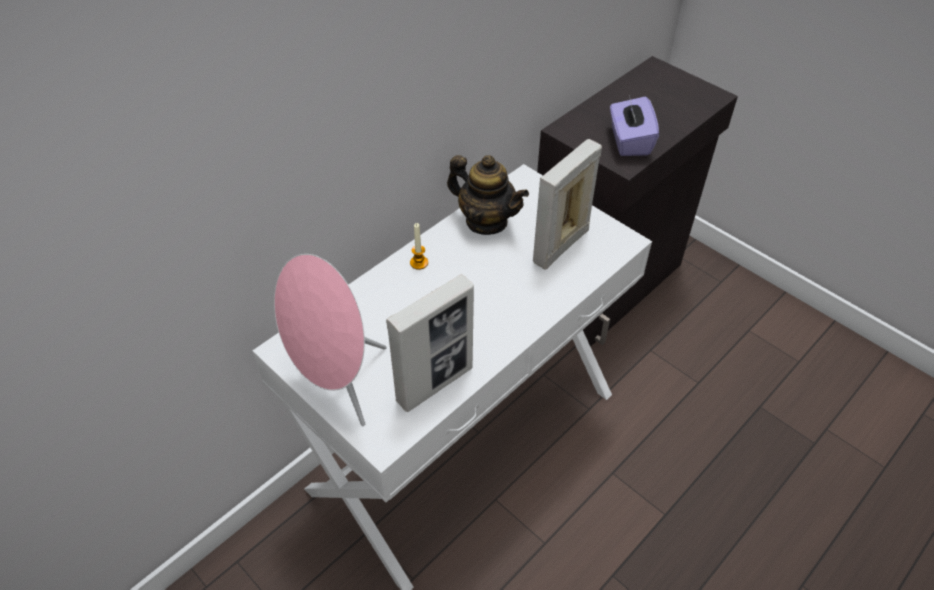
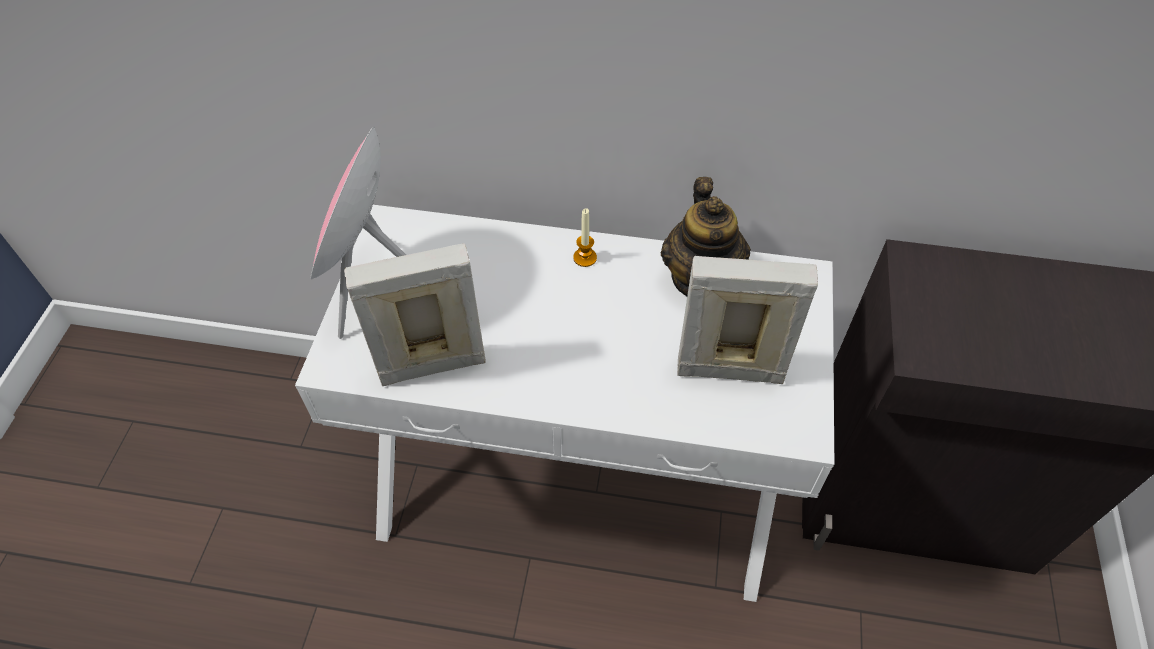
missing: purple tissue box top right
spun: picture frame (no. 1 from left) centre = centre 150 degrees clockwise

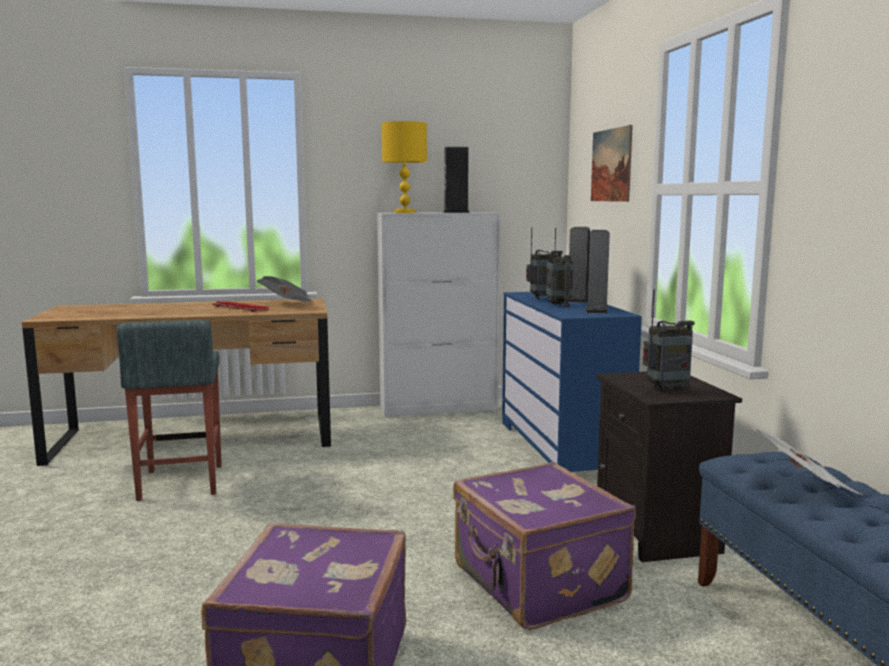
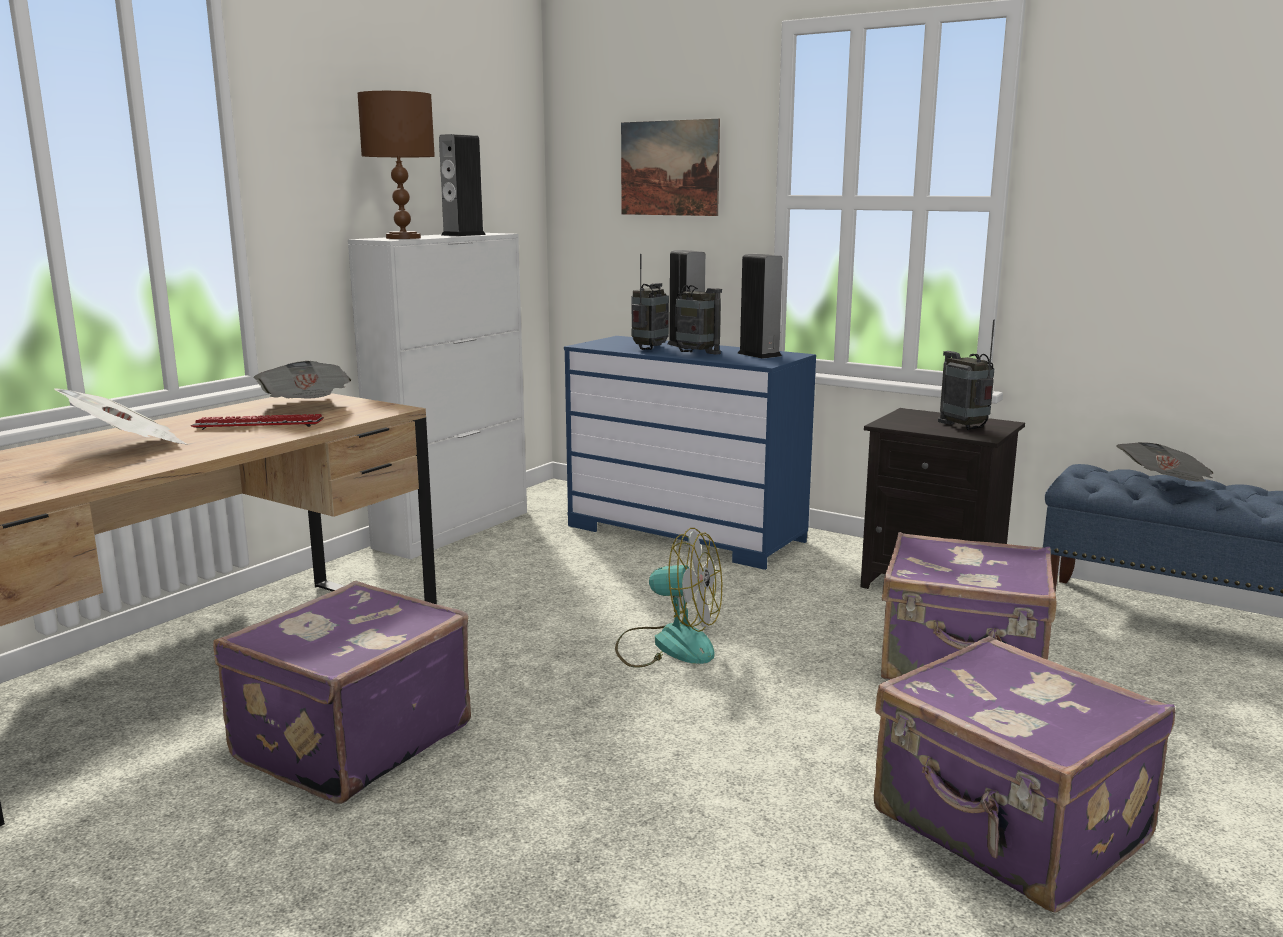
appeared: newspaper (no. 1 from left) middle left; fan centre
exchanged: grey stool middle left to purple suitcase (no. 1 from left) bottom left
colour: yellow table lamp top centre to brown table lamp top left
spun: radio (no. 3 from left) middle right = middle right 60 degrees counterclockwise

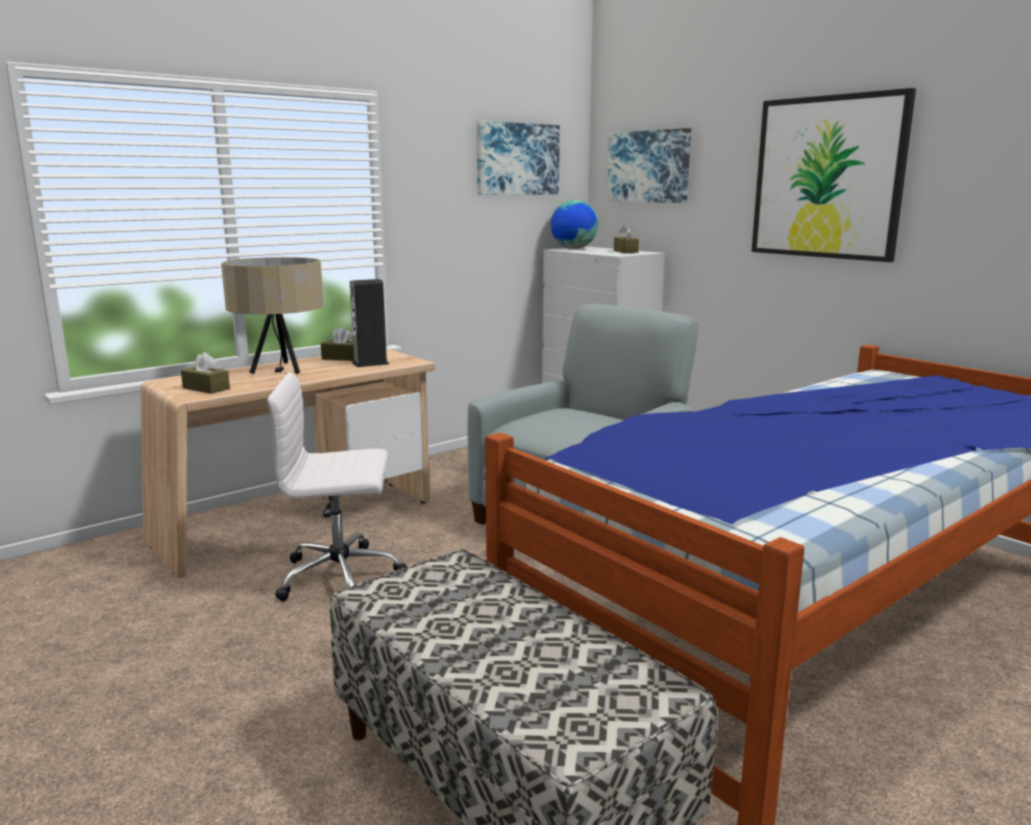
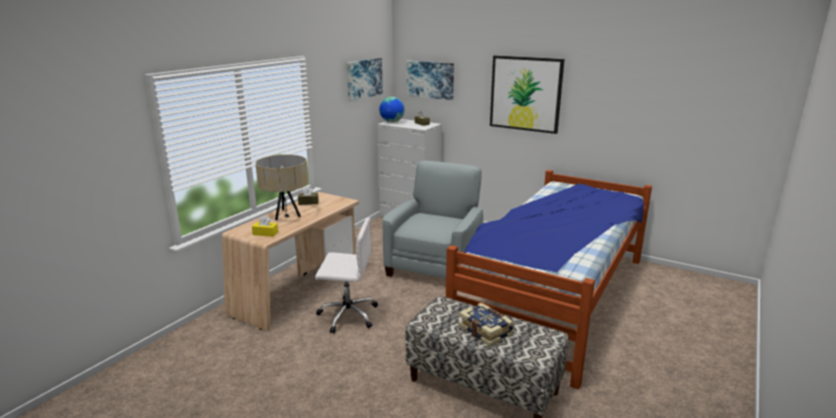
missing: speaker centre
appeared: book bottom centre
colour: brown tissue box (no. 1 from left) middle left to yellow tissue box middle left
spun: white office chair middle left = centre 150 degrees counterclockwise

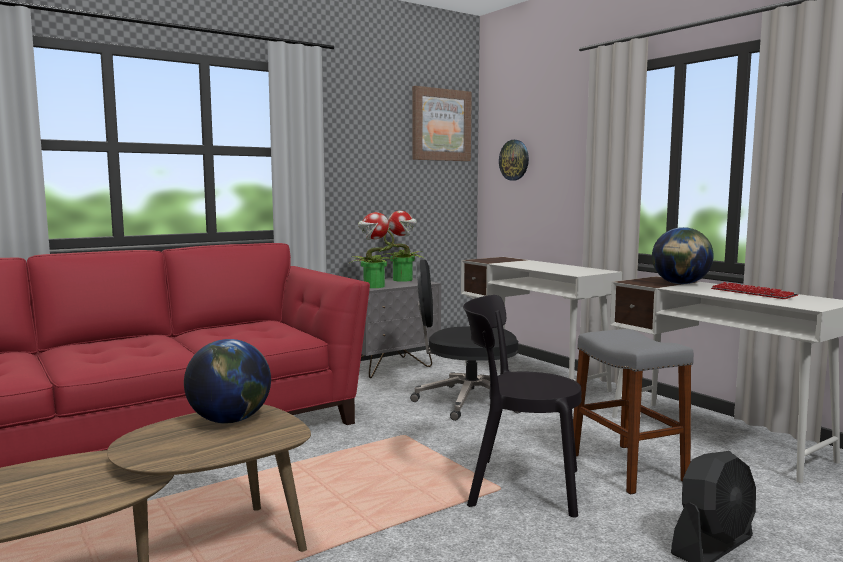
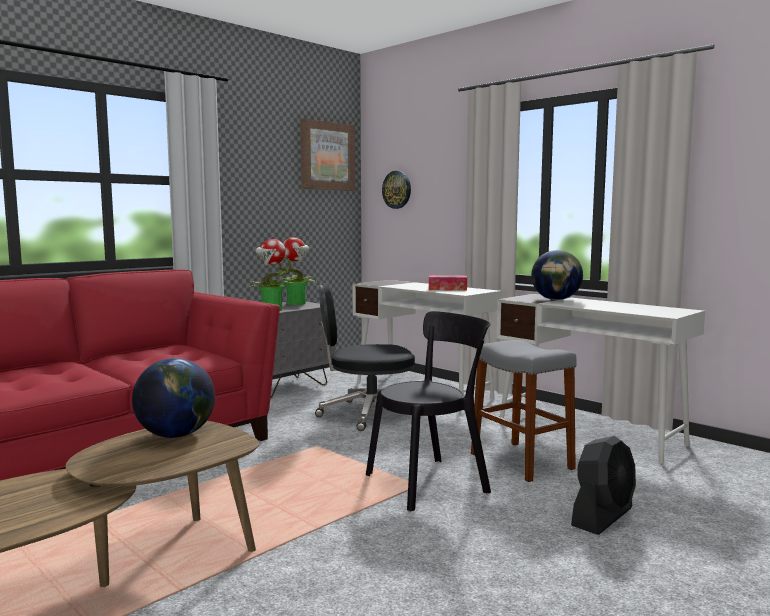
missing: keyboard middle right
appeared: tissue box centre
spun: black chair bottom centre = bottom centre 150 degrees clockwise

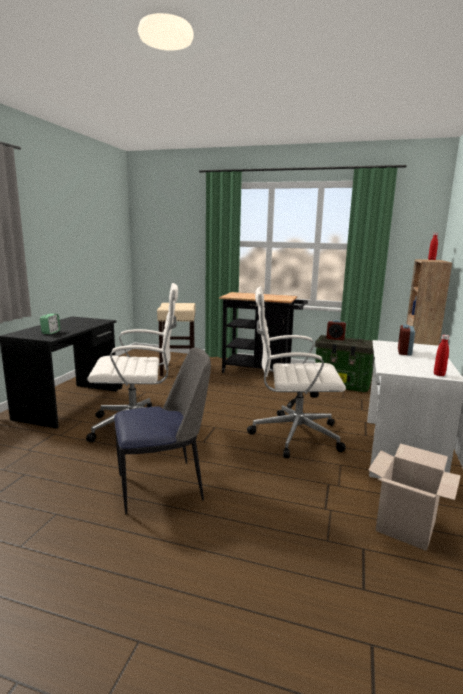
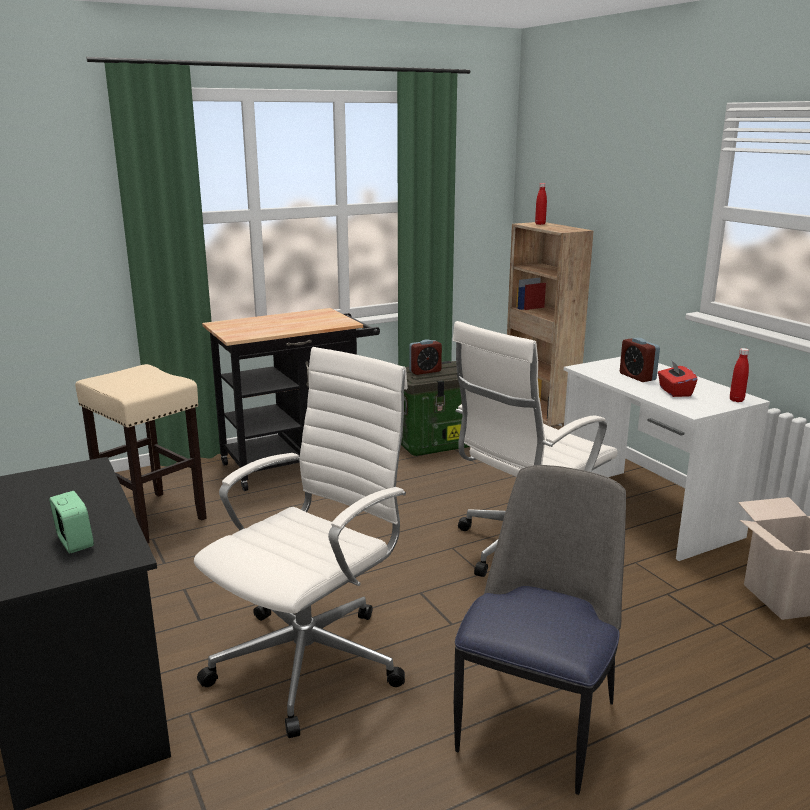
appeared: red tissue box middle right

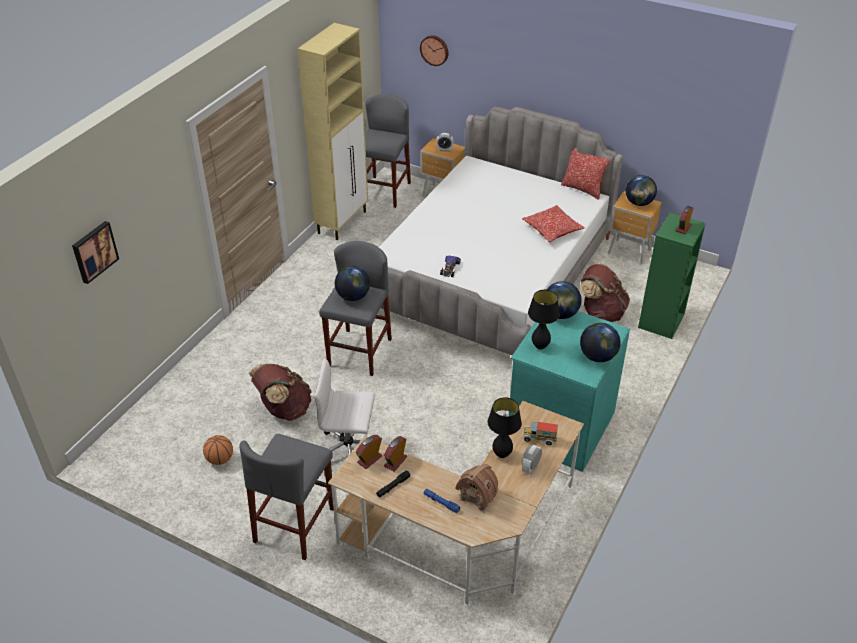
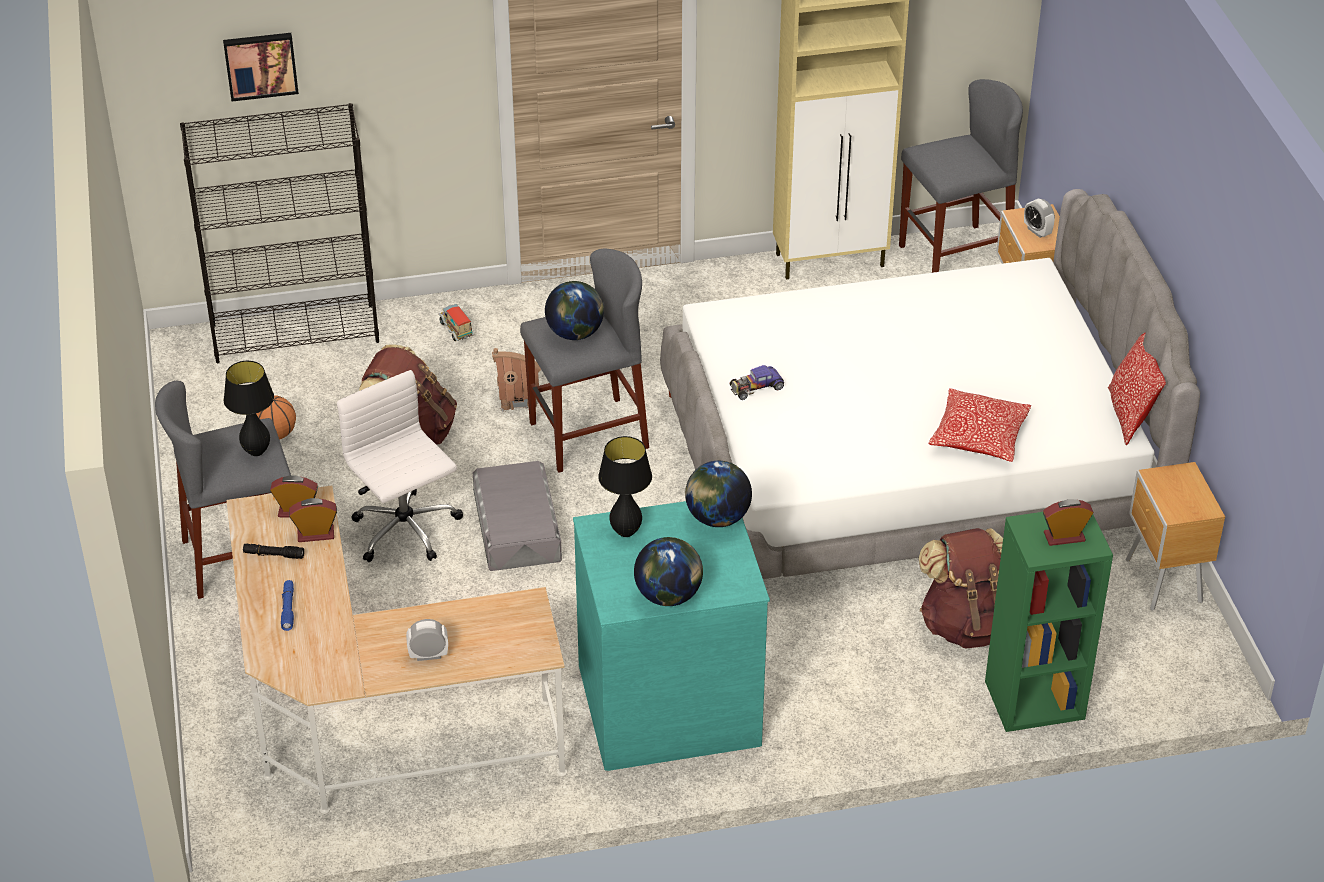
missing: wall clock top centre; globe (no. 4 from left) top right
appeared: black bookcase top left; grey storage box centre
relocated: black table lamp (no. 1 from left) centre to middle left; toy truck bottom centre to centre; toy house bottom centre to centre

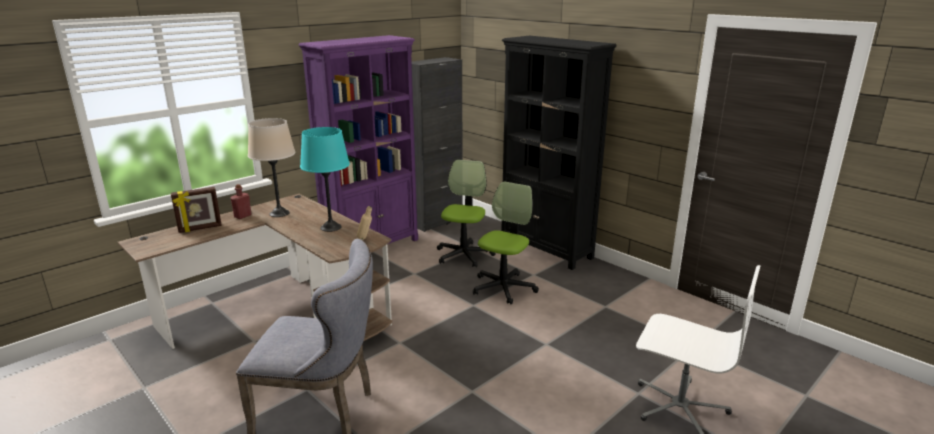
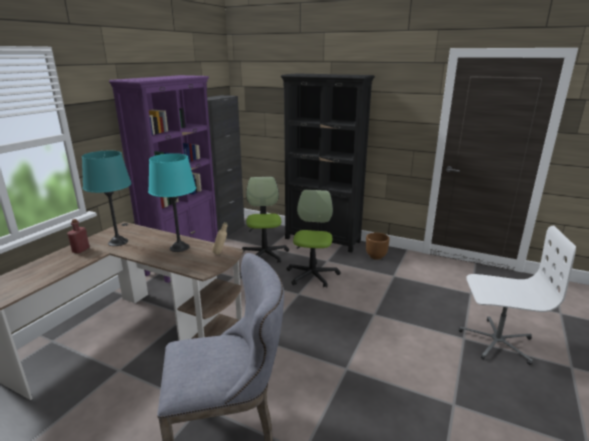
missing: picture frame middle left
appeared: brown planter centre
colour: beige table lamp middle left to turquoise table lamp (no. 1 from left) middle left

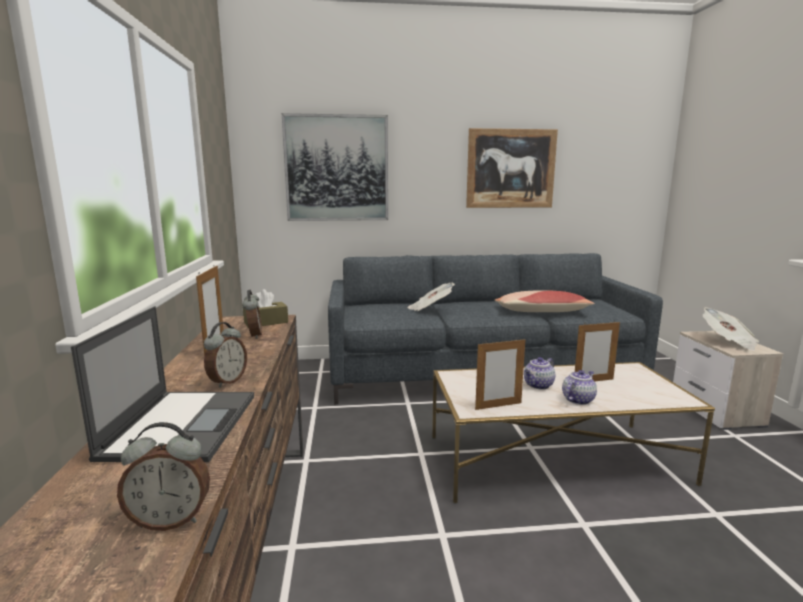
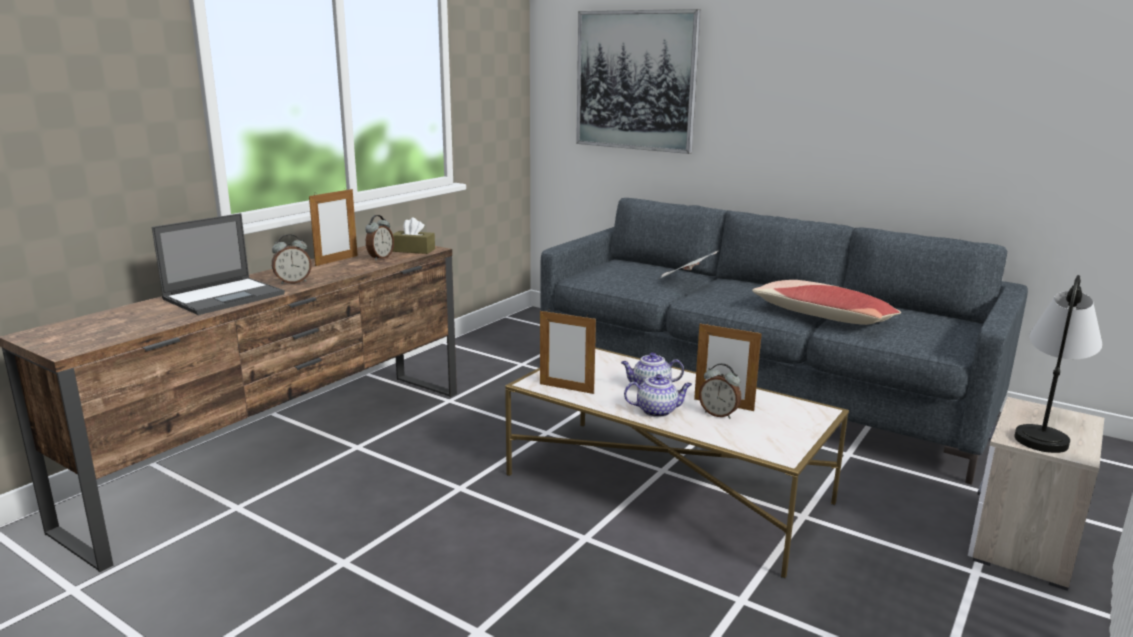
missing: picture (no. 2 from left) top centre
relocated: alarm clock (no. 1 from left in the first image) bottom left to alarm clock (no. 3 from left) centre
exchanged: newspaper (no. 2 from left) middle right to table lamp middle right

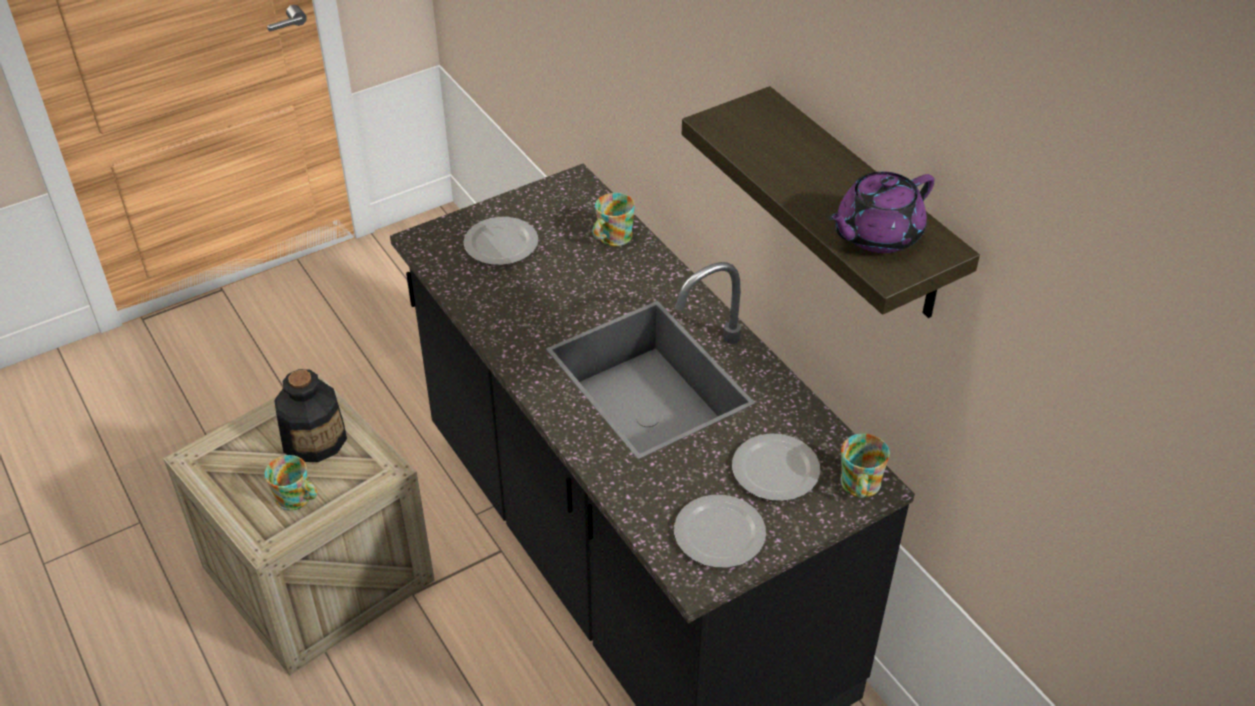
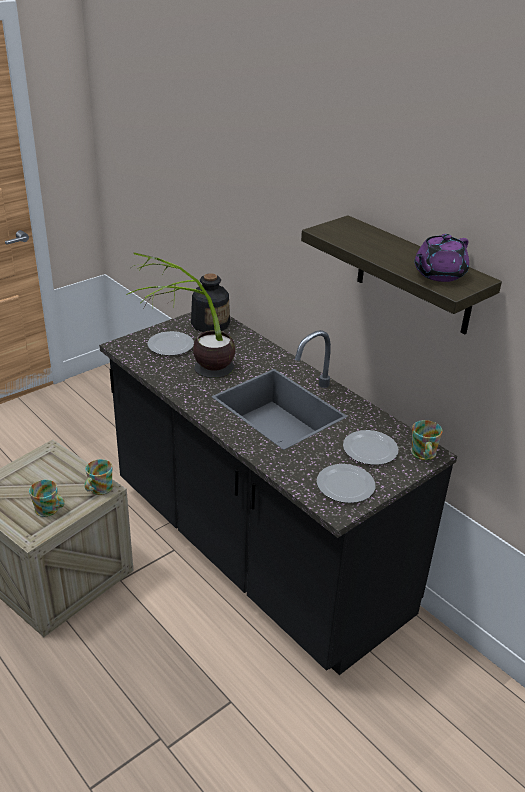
appeared: potted plant centre
relocated: mug (no. 2 from left) top centre to middle left; bottle middle left to centre

